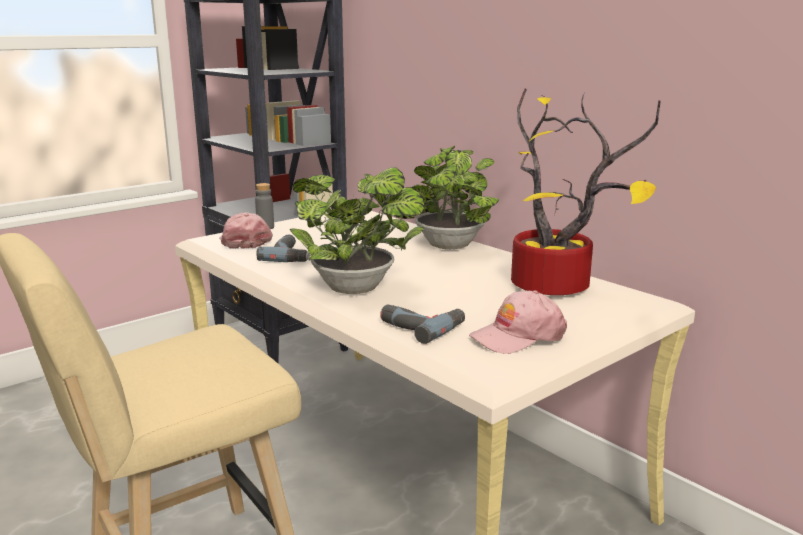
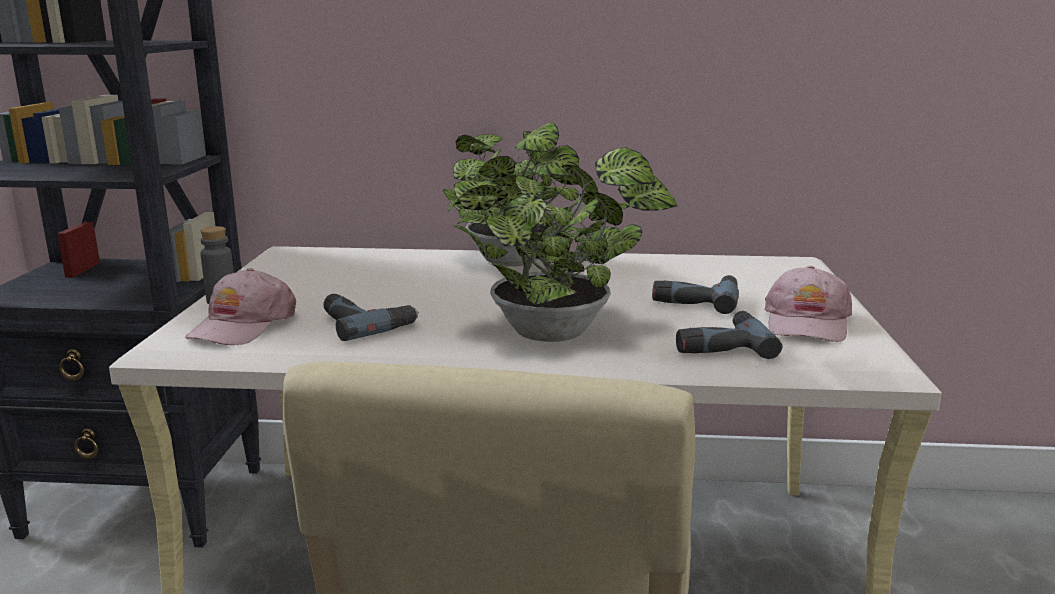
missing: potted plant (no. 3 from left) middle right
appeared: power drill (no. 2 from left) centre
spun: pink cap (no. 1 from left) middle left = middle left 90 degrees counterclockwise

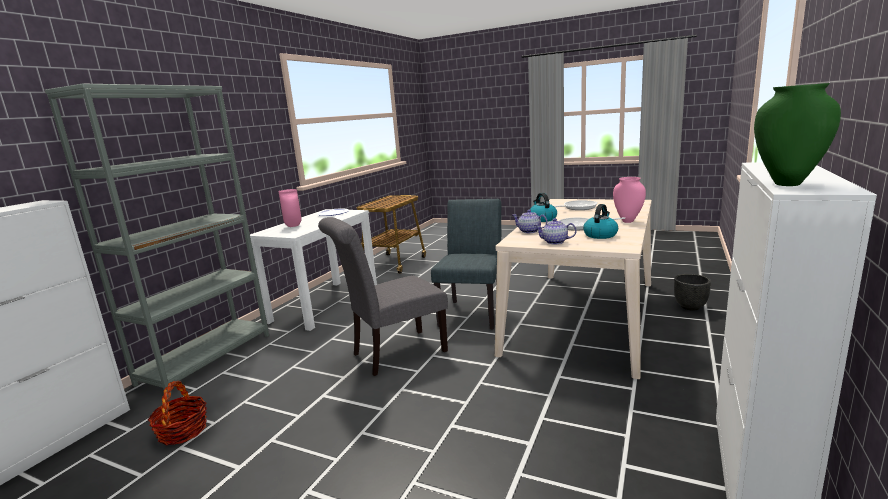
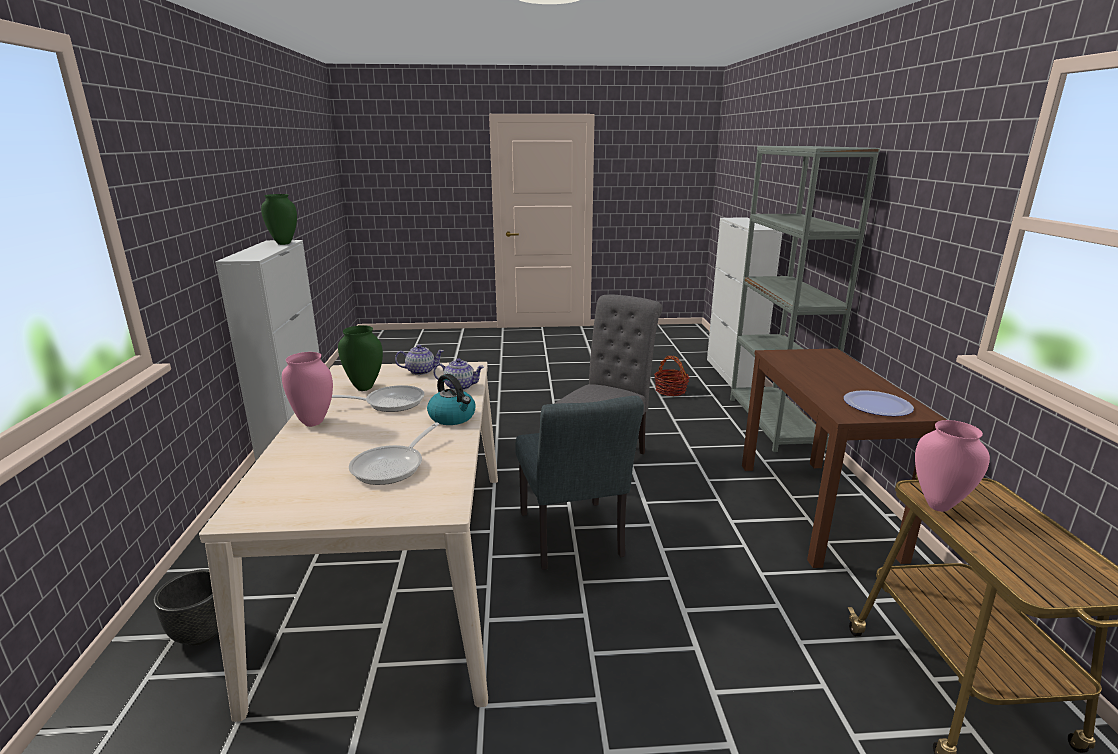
relocated: pink vase (no. 1 from left in the first image) middle left to pink vase (no. 2 from left) middle right
exchanged: kettle (no. 2 from left) middle right to green vase (no. 2 from left) middle left
colour: white console table centre to brown console table middle right

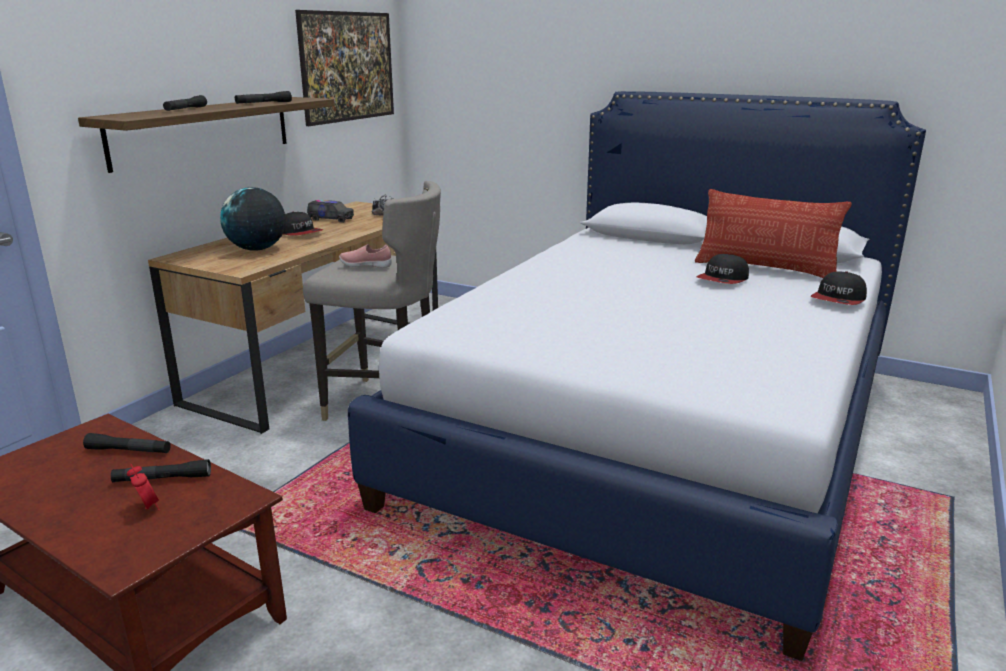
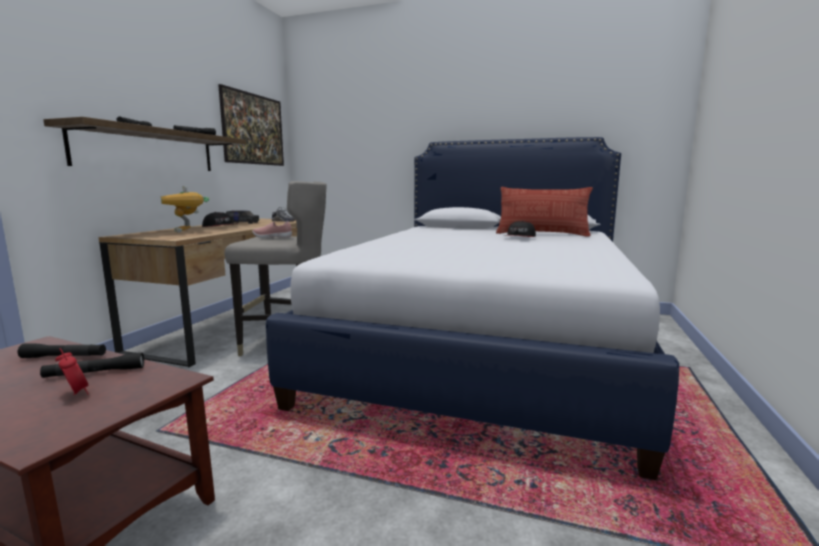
missing: cap (no. 3 from left) middle right
exchanged: globe top left to toy robot middle left

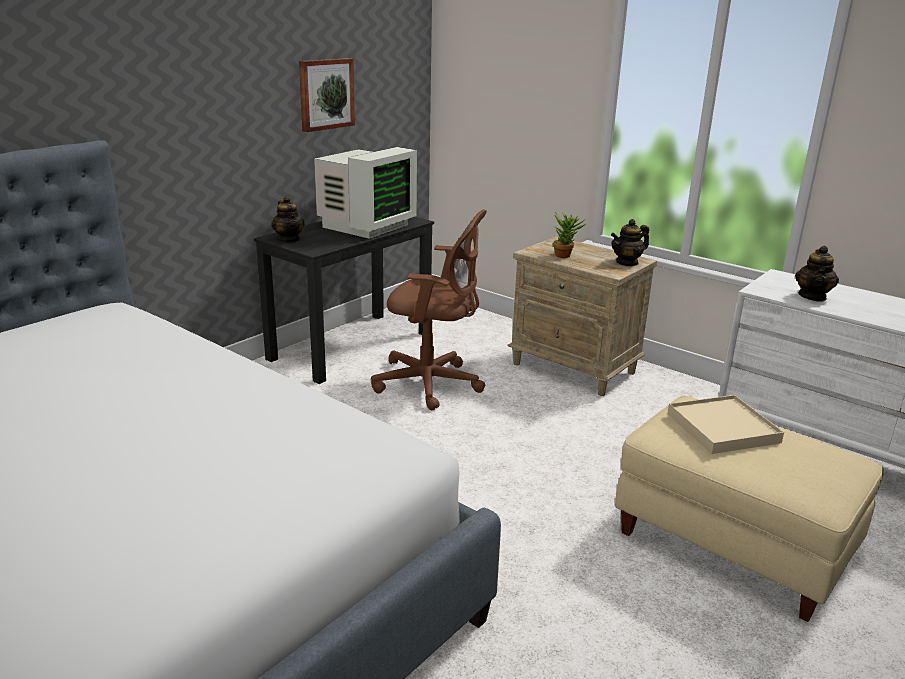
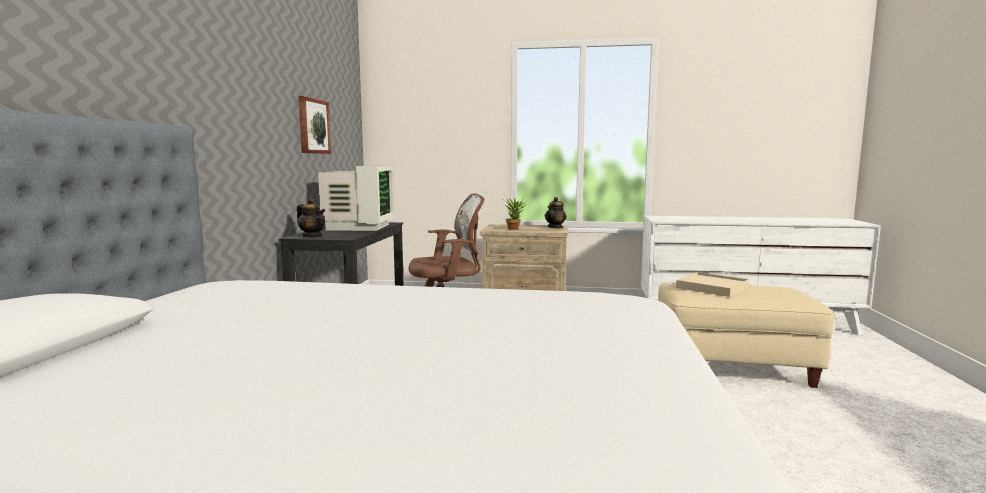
missing: teapot (no. 3 from left) middle right

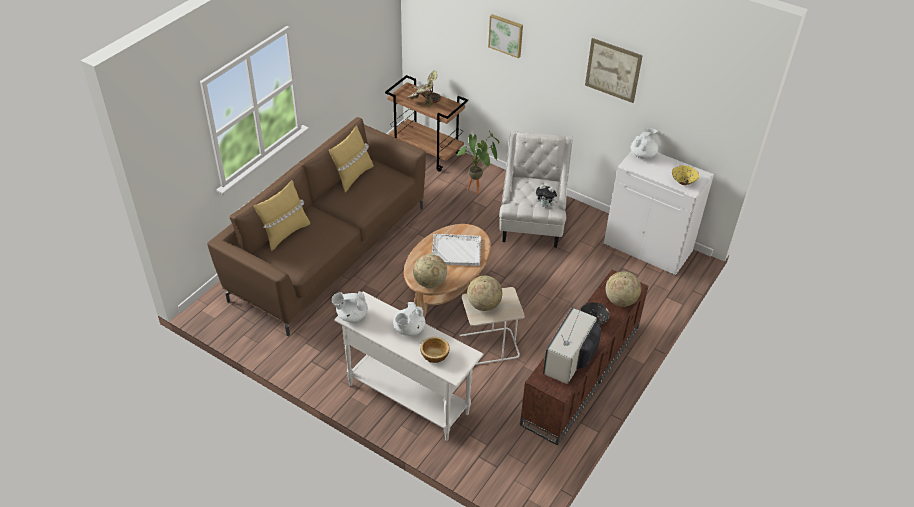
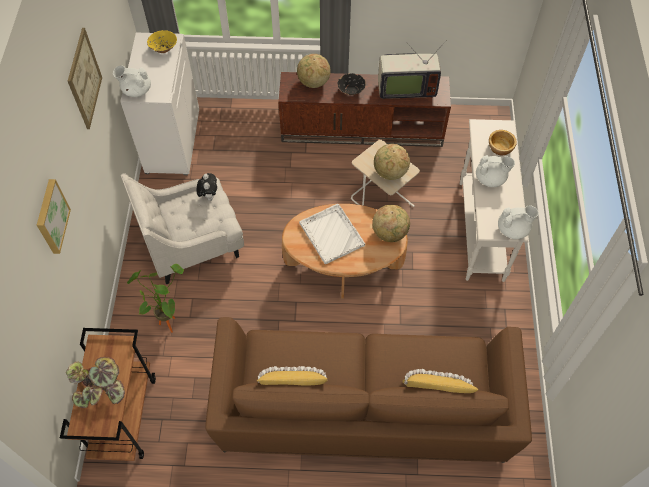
spun: white teapot (no. 1 from left in the first image) centre = middle right 60 degrees counterclockwise

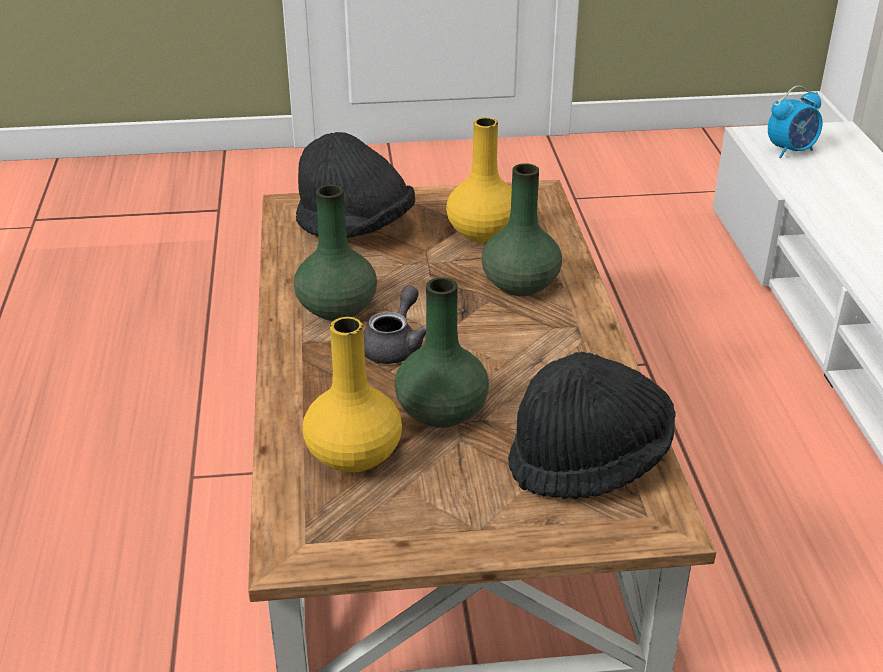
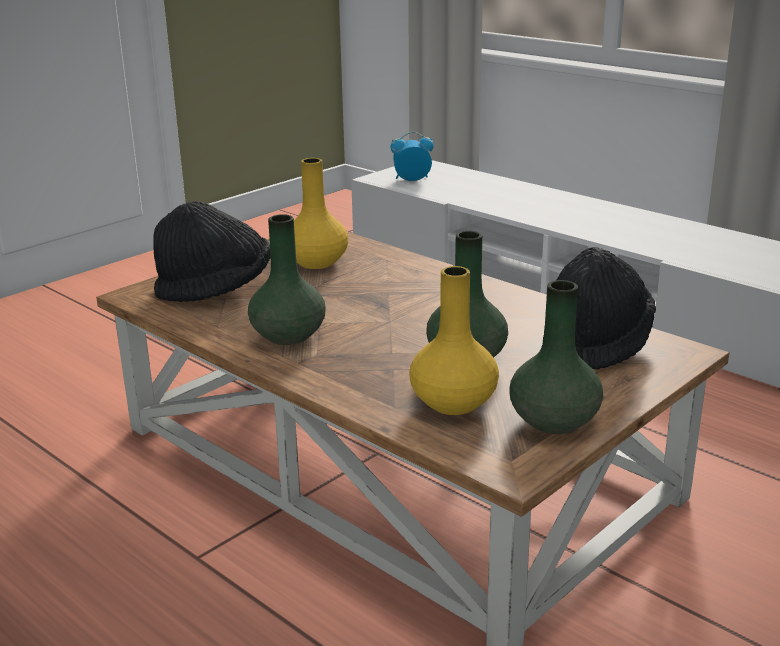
missing: grey teapot centre
relocated: green vase (no. 3 from left) centre to middle right
spun: alarm clock top right = top centre 120 degrees counterclockwise

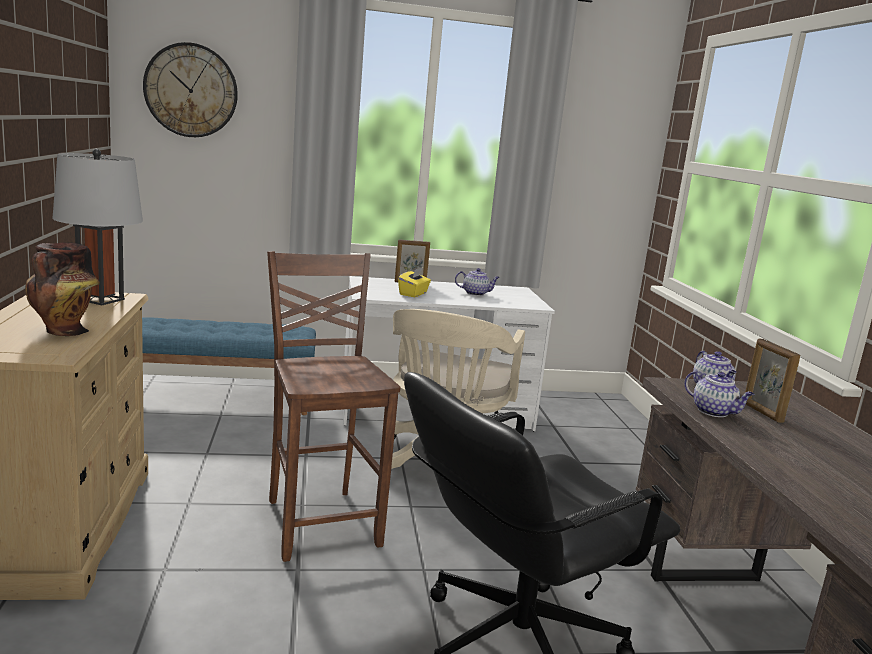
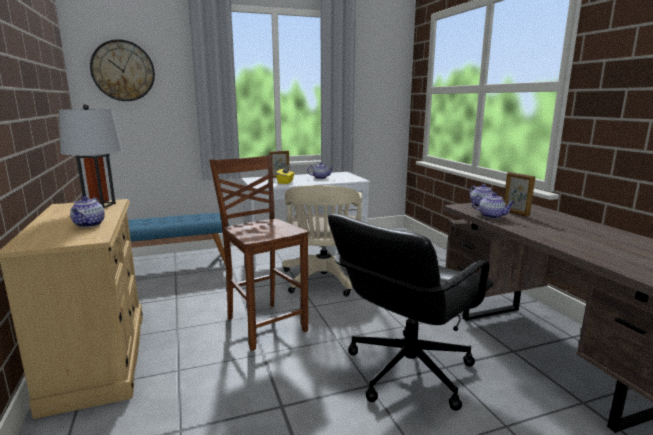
exchanged: vase middle left to teapot (no. 1 from left) middle left

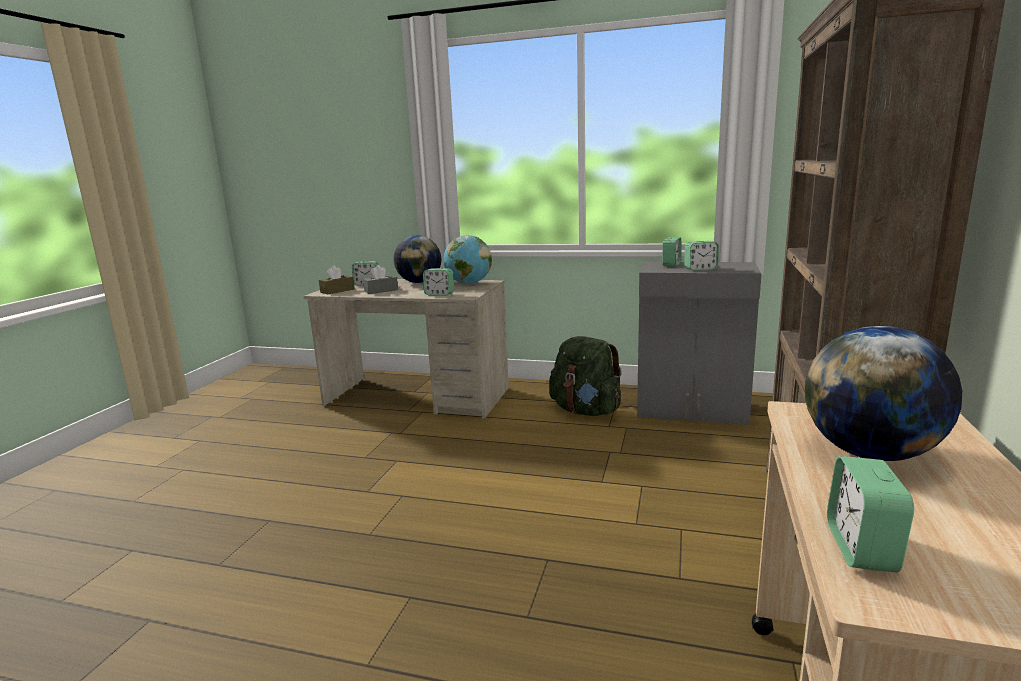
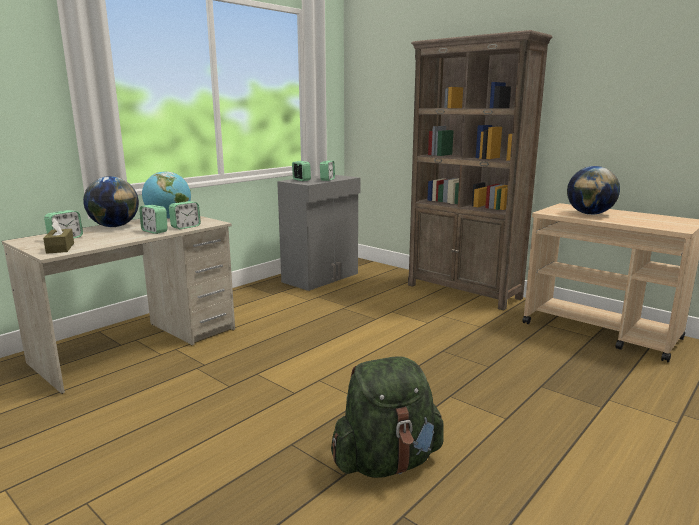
missing: grey tissue box centre
relocated: alarm clock (no. 5 from left in the first image) bottom right to alarm clock (no. 2 from left) middle left; green backpack centre to bottom centre

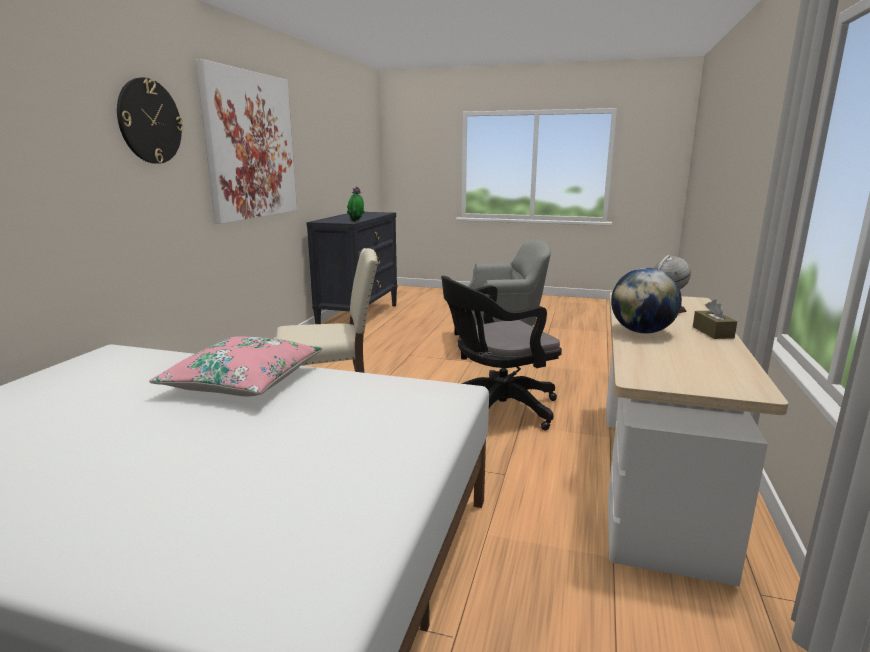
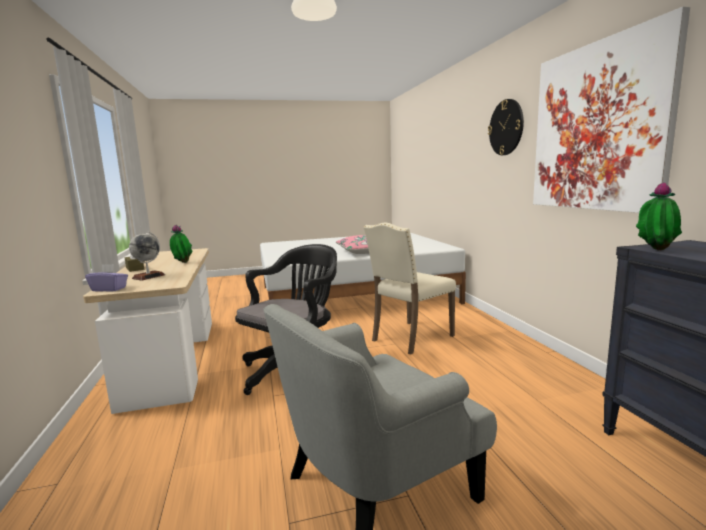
appeared: purple tissue box middle left
exchanged: globe (no. 1 from left) middle right to potted plant (no. 1 from left) middle left

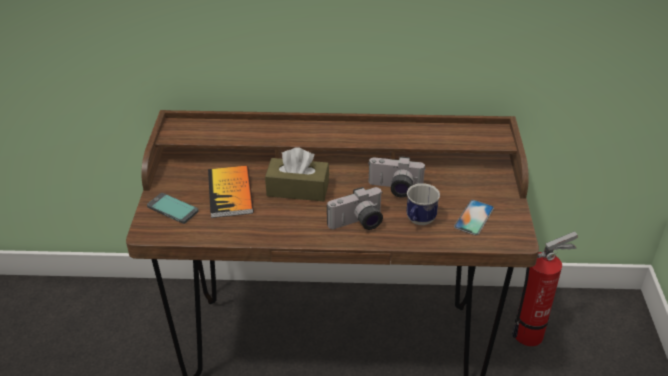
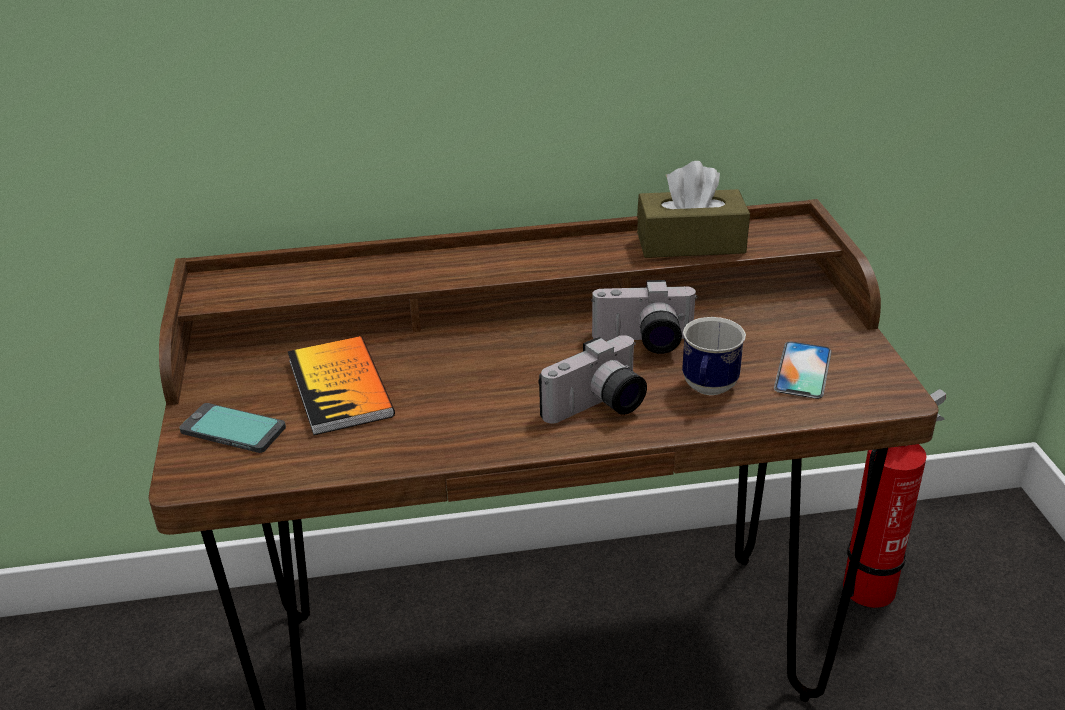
relocated: brown tissue box centre to top centre

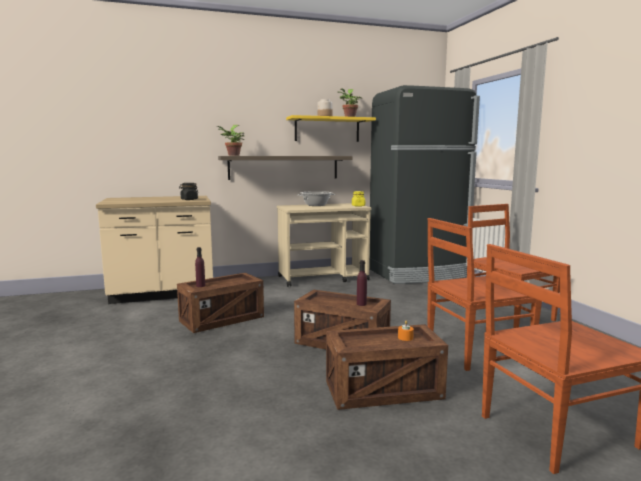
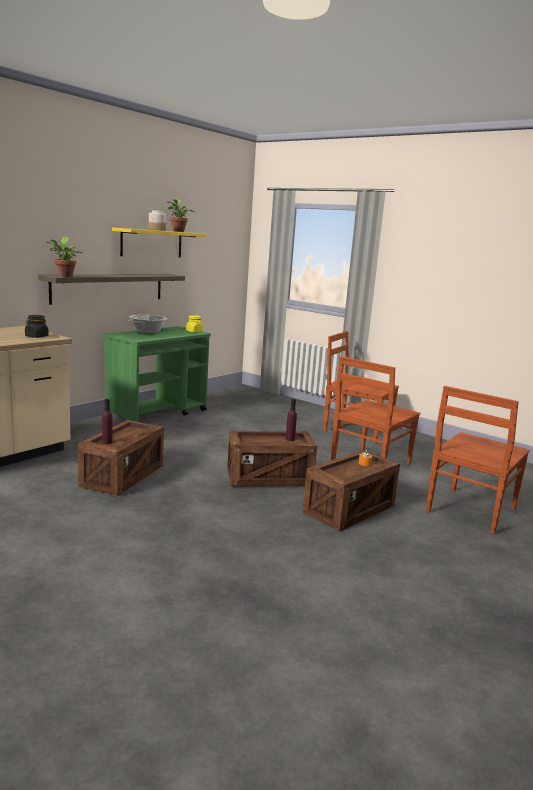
missing: black fridge centre
colour: beige cart centre to green cart middle left

